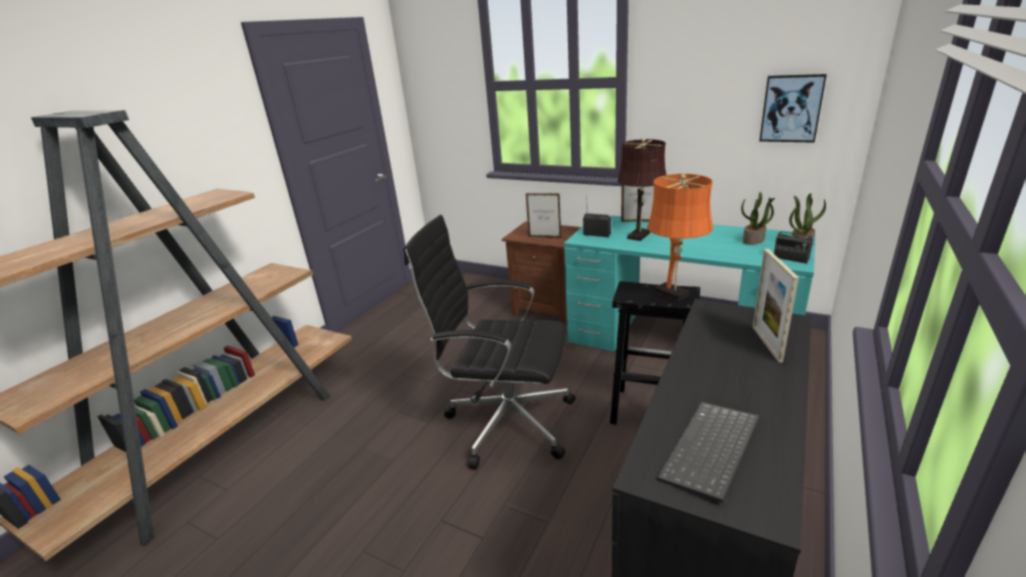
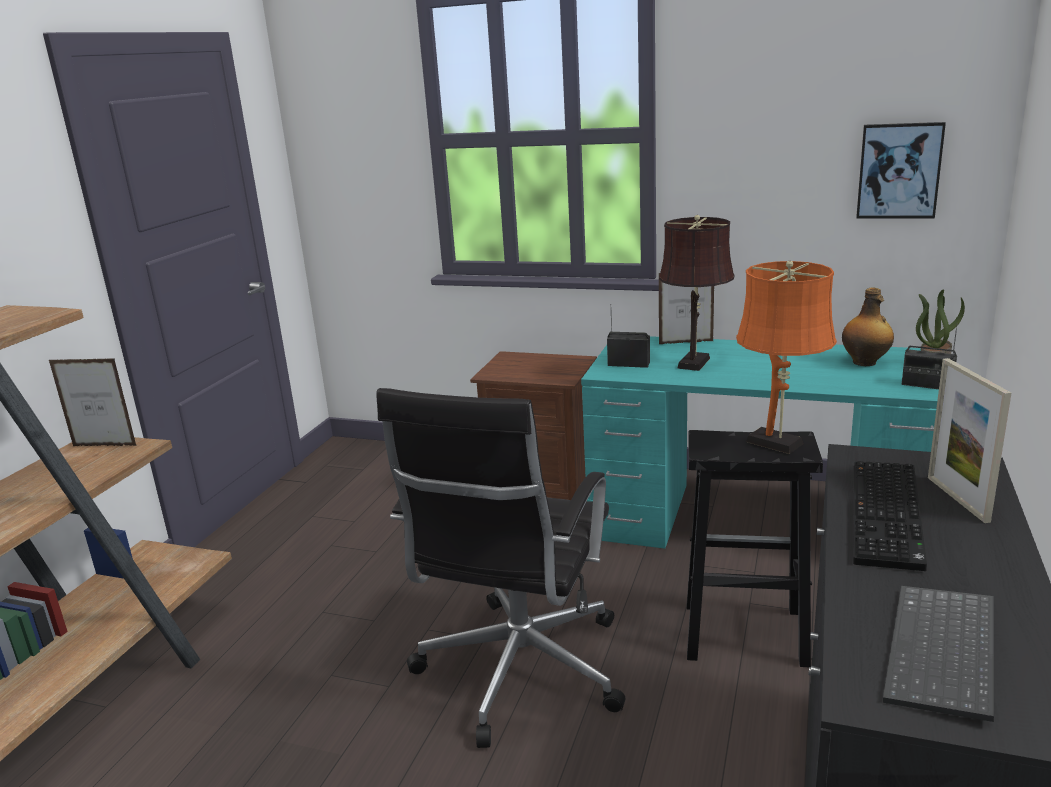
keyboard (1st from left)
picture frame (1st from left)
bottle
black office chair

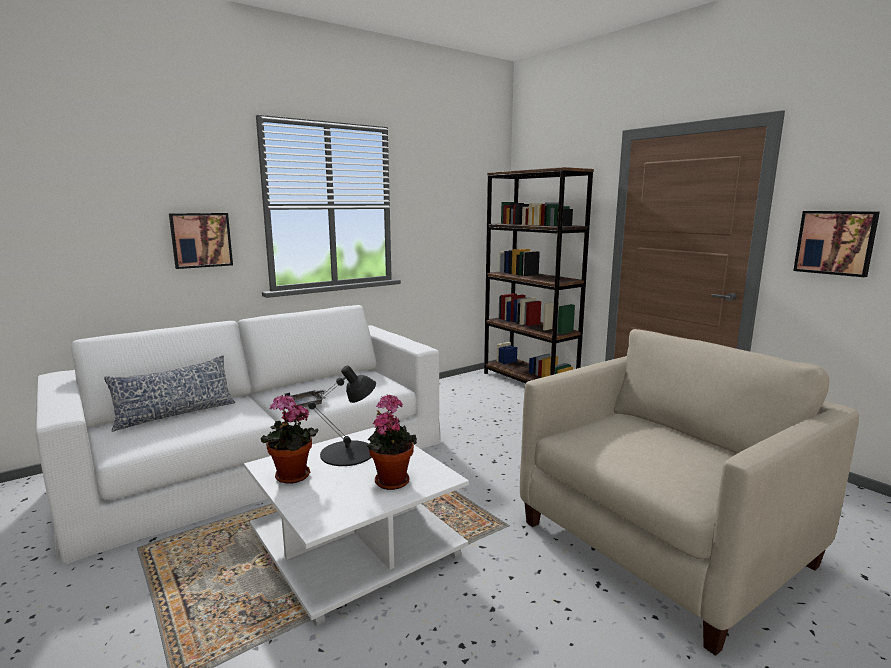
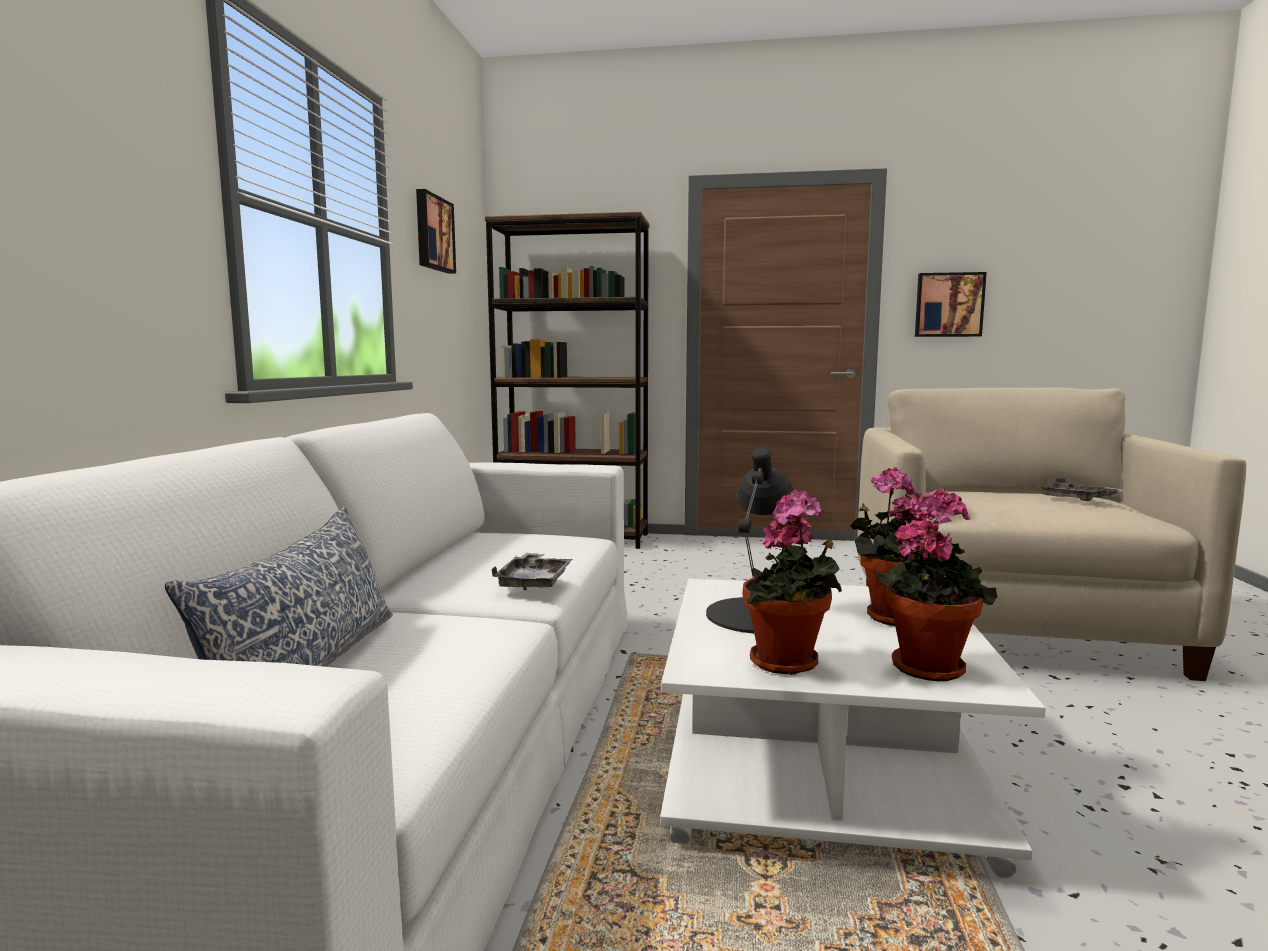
potted plant (3rd from left)
grey tray (2nd from left)
picture (1st from left)

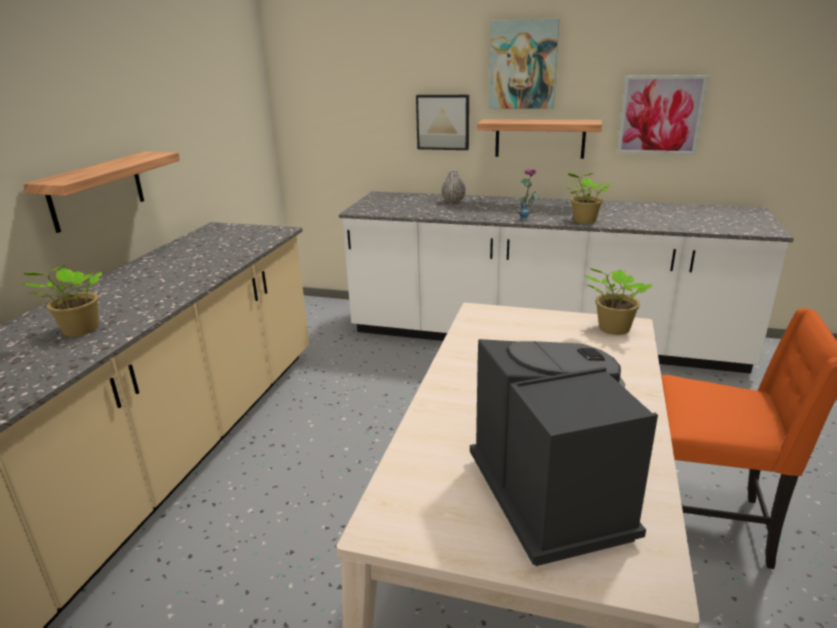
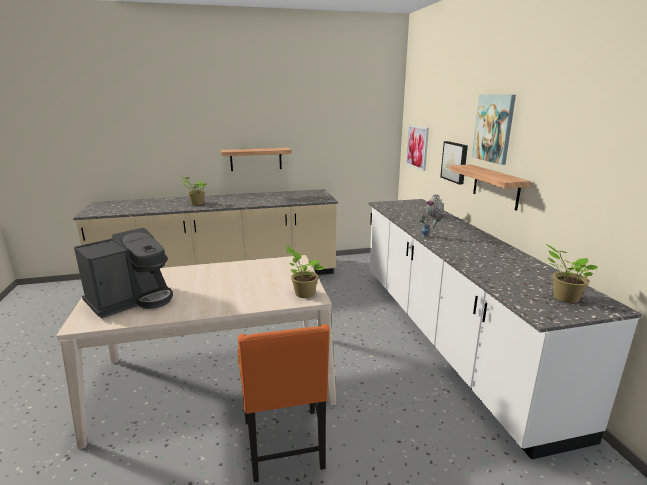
potted plant (3rd from left)
picture (1st from left)

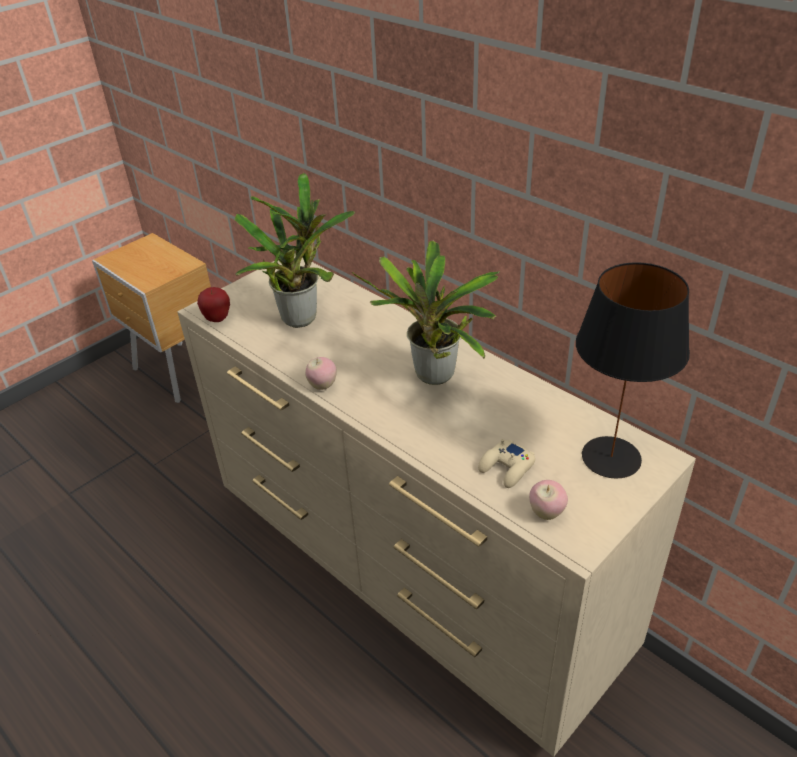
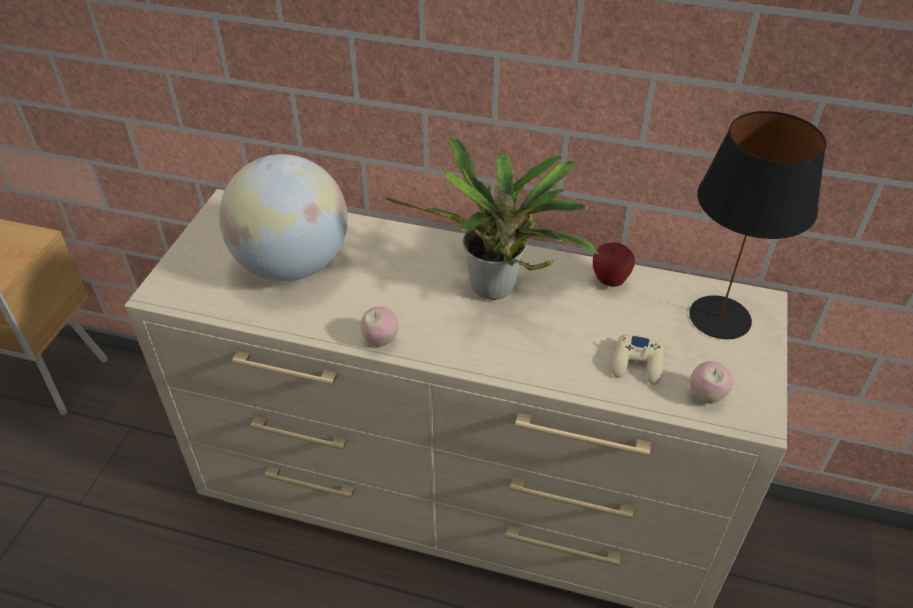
apple (2nd from left)
globe

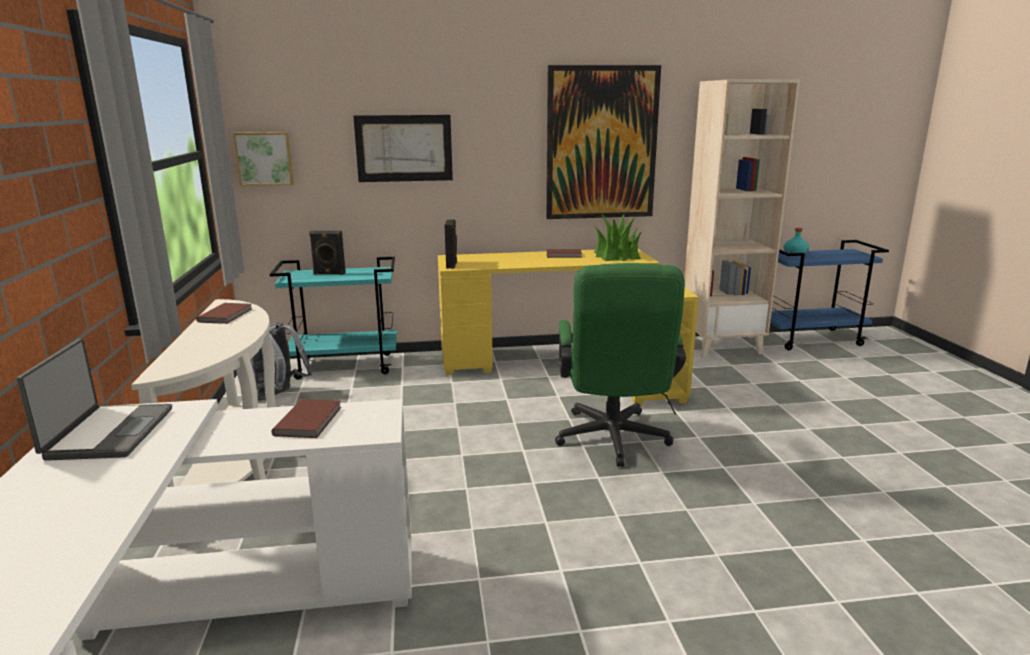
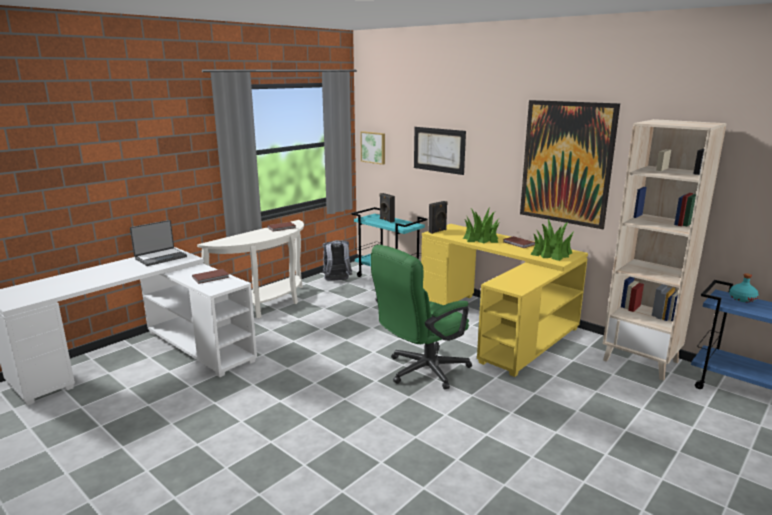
potted plant (1st from left)

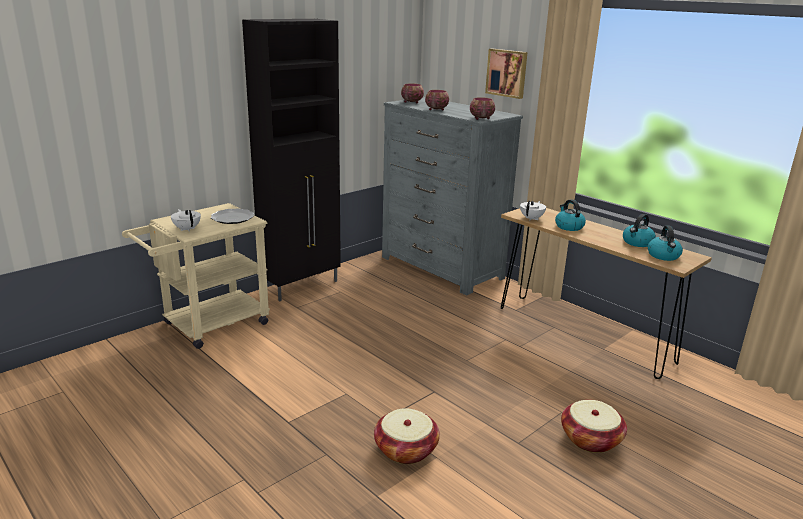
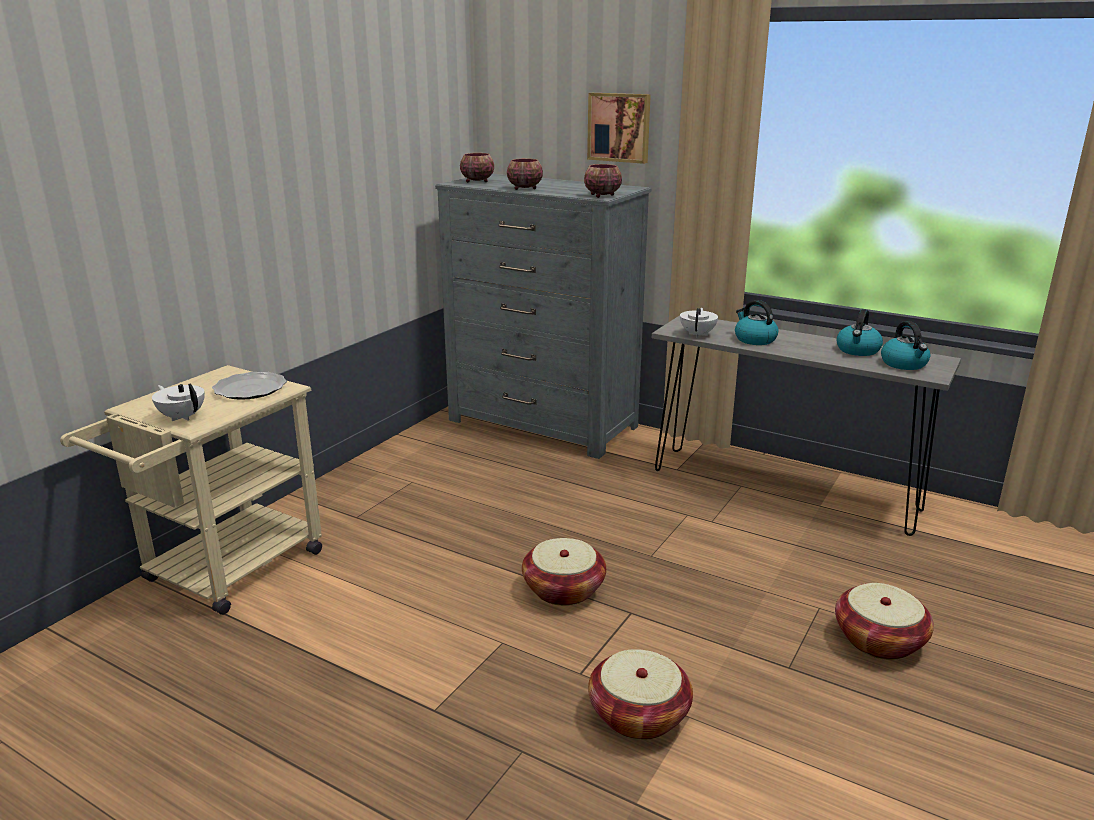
black cabinet
basket (1st from left)
grey console table

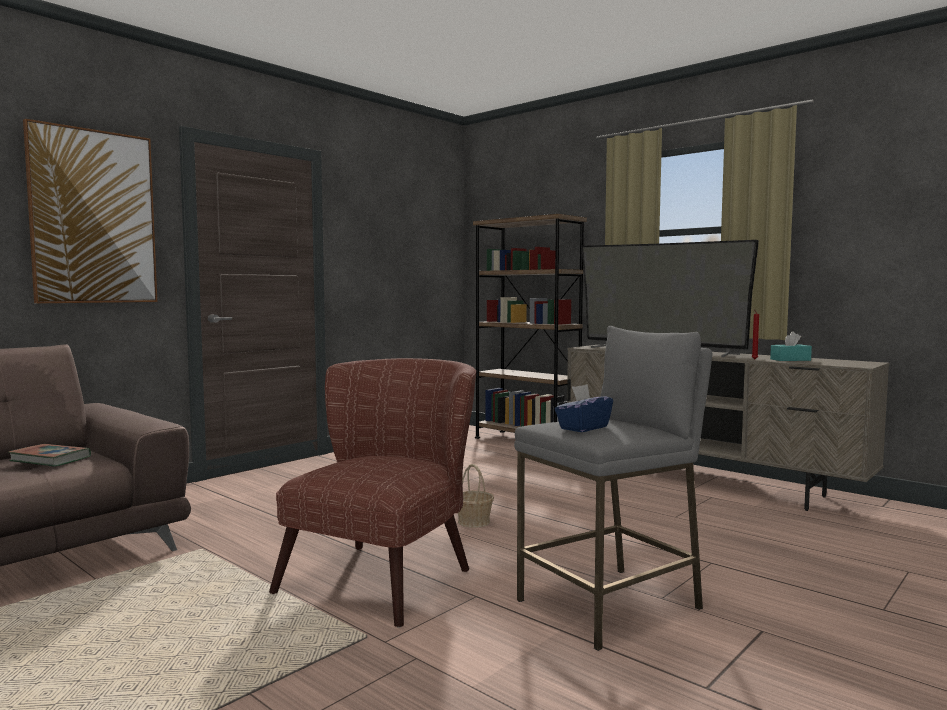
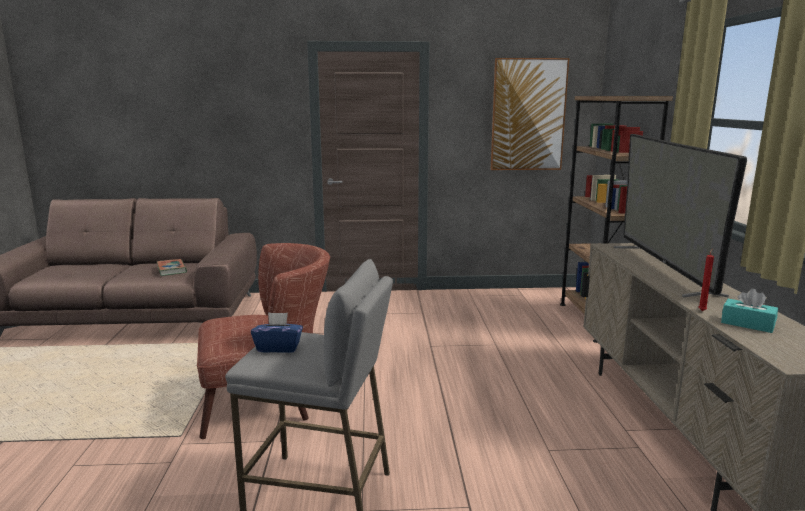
basket
picture

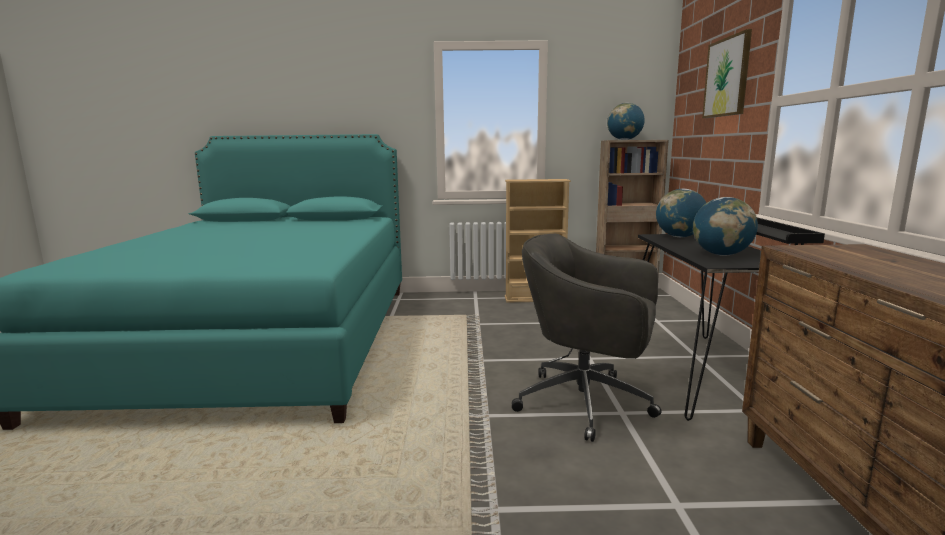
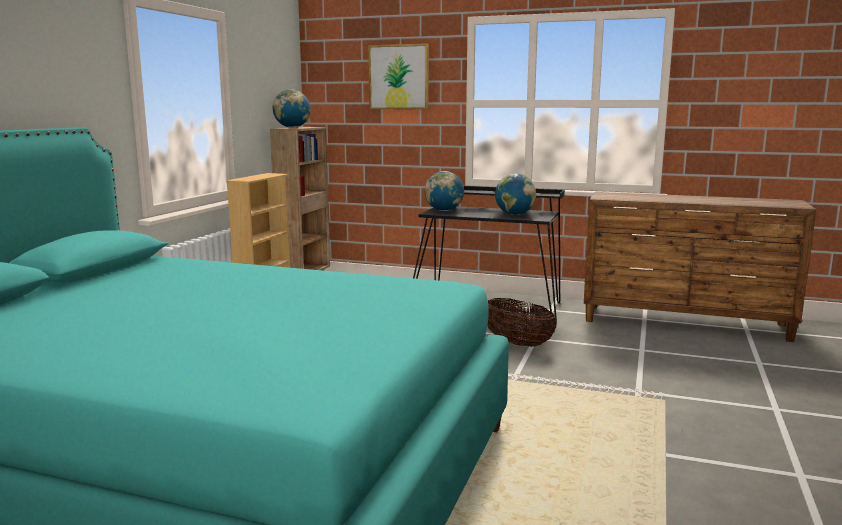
basket

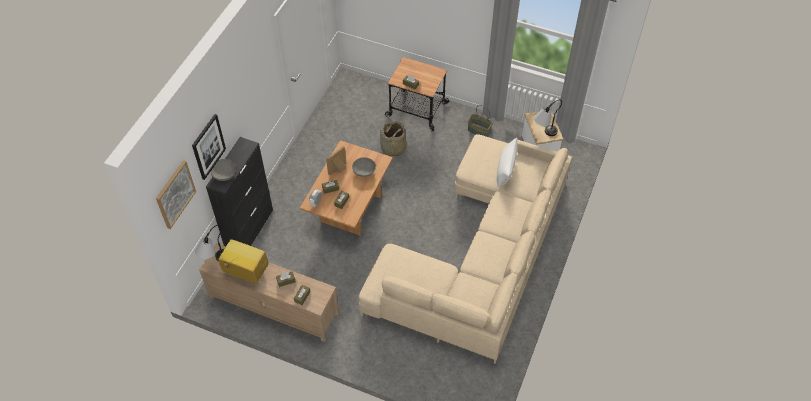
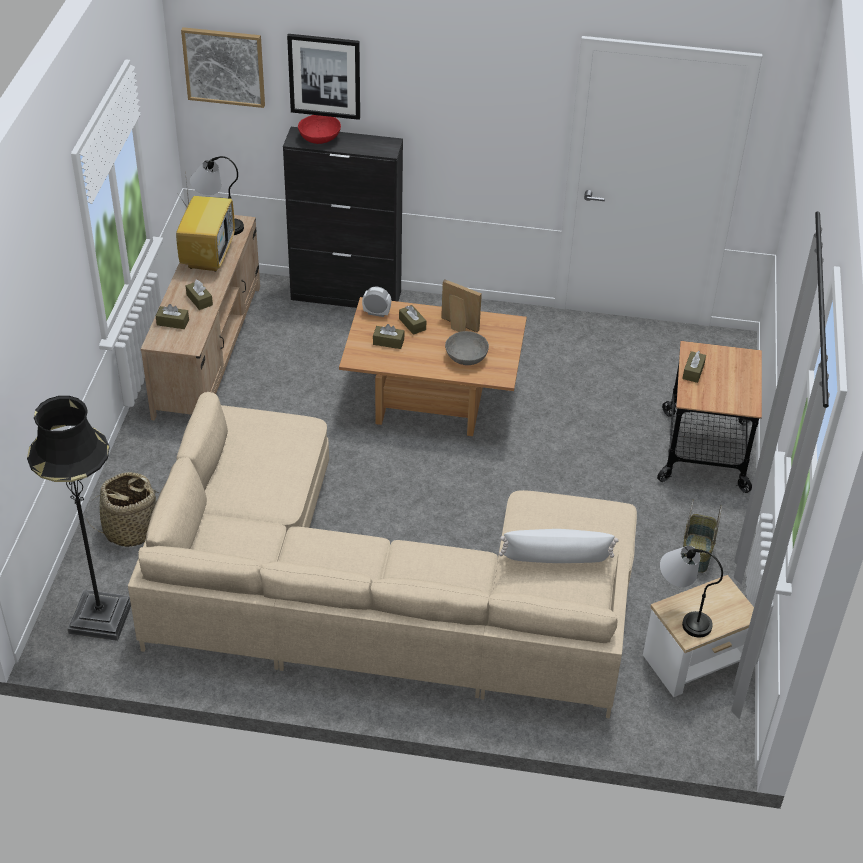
black floor lamp
basket (1st from left)
red bowl

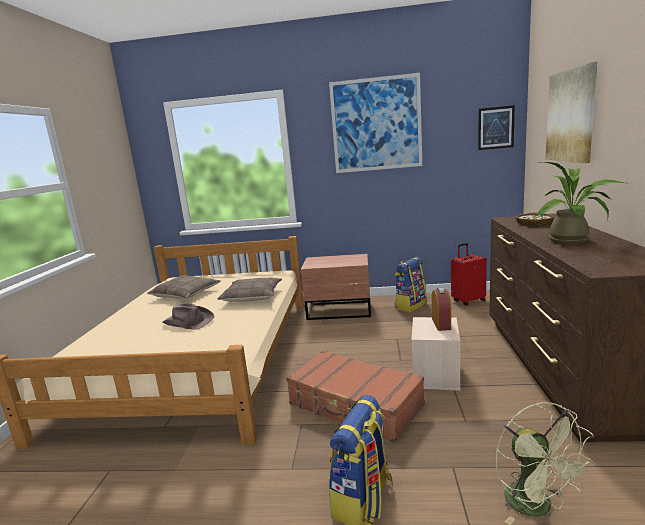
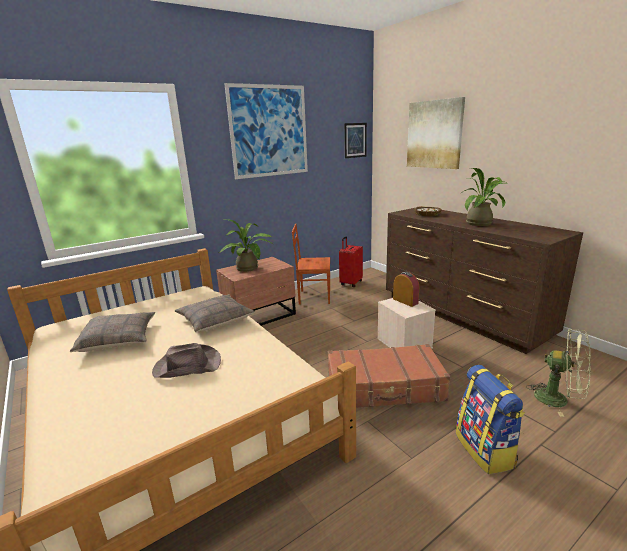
potted plant (1st from left)
brown chair

